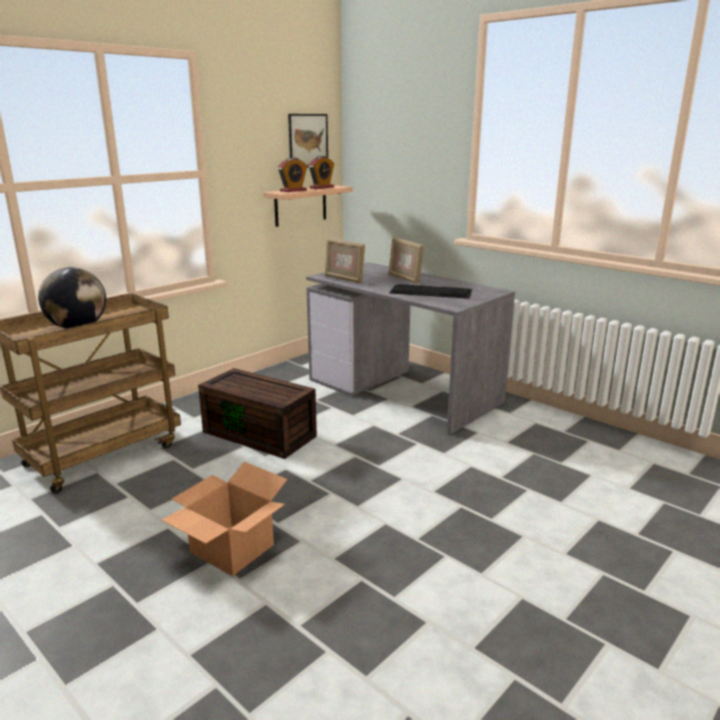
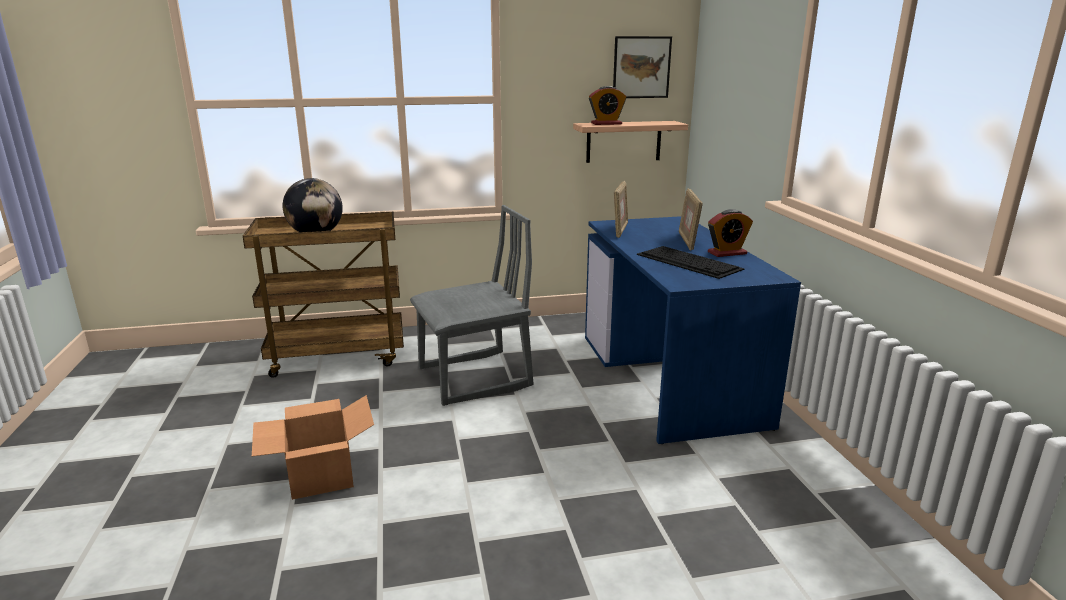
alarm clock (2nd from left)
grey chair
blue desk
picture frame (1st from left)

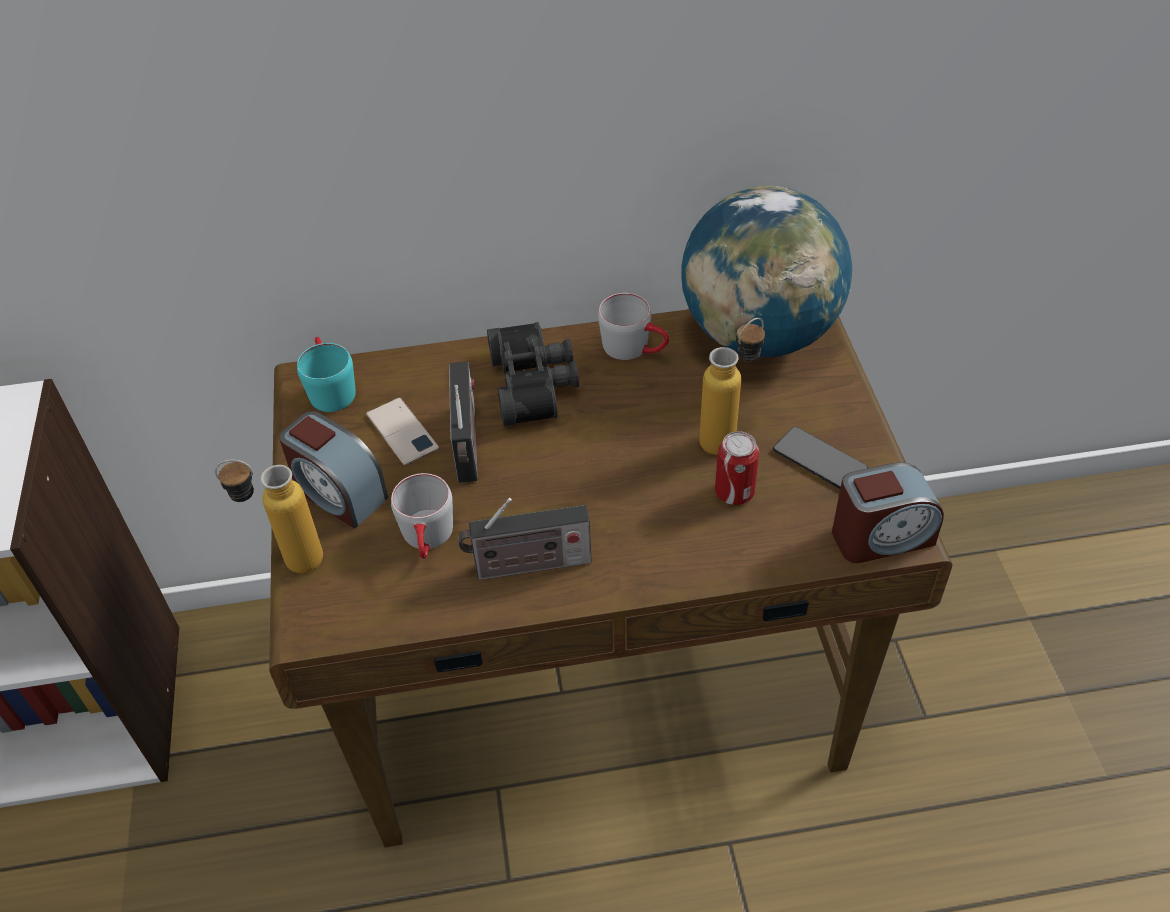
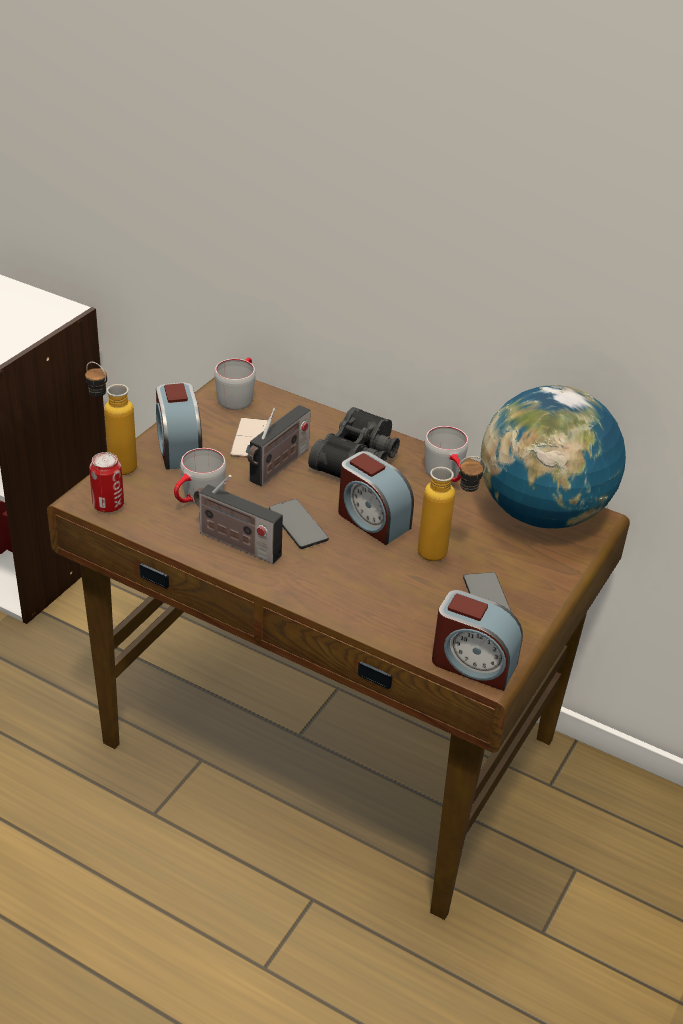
phone (2nd from left)
alarm clock (2nd from left)
can
grey mug (2nd from left)

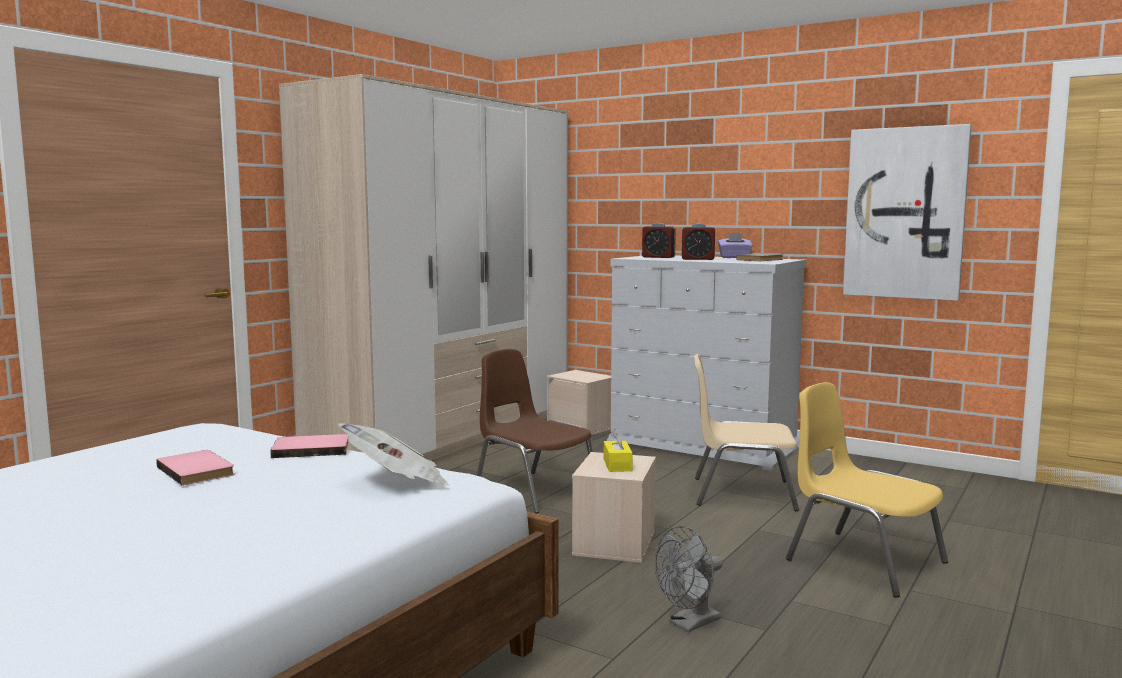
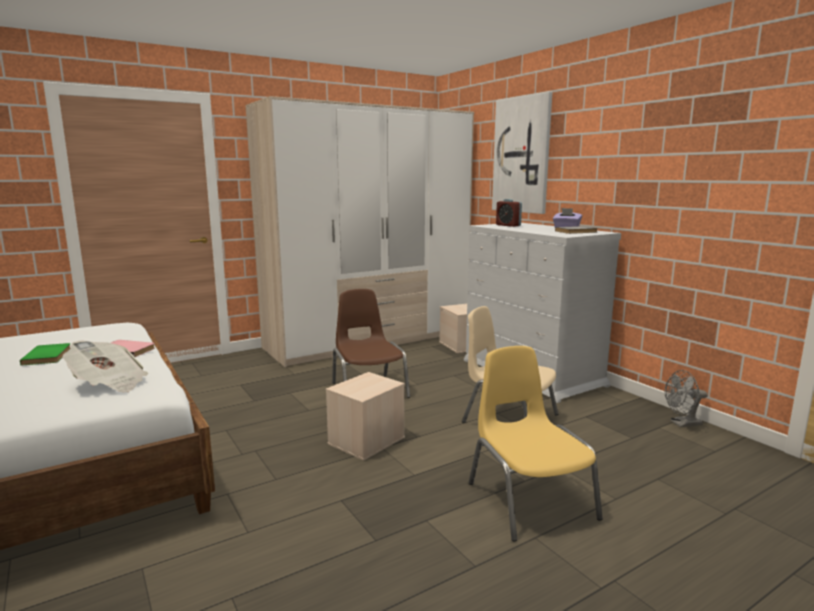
yellow tissue box
alarm clock (2nd from left in the first image)
grey fan
picture
green book

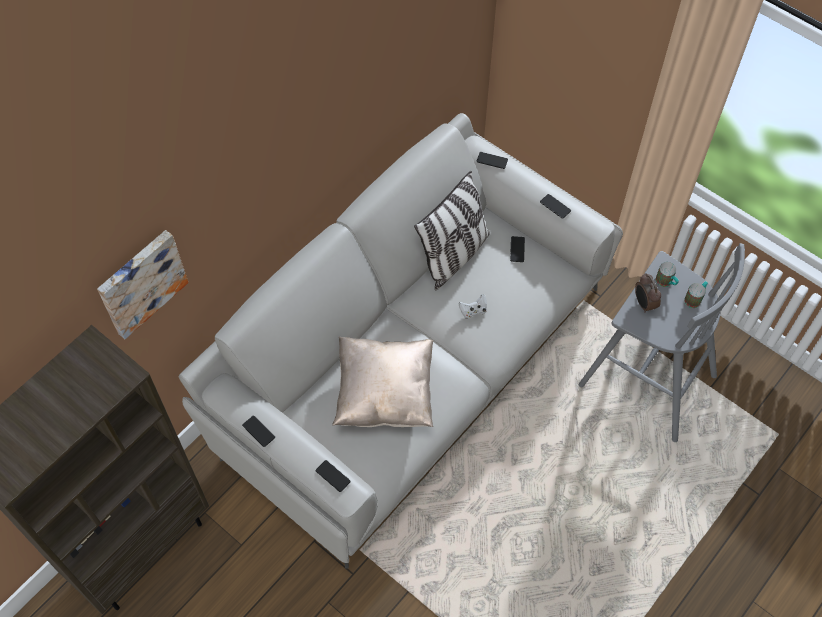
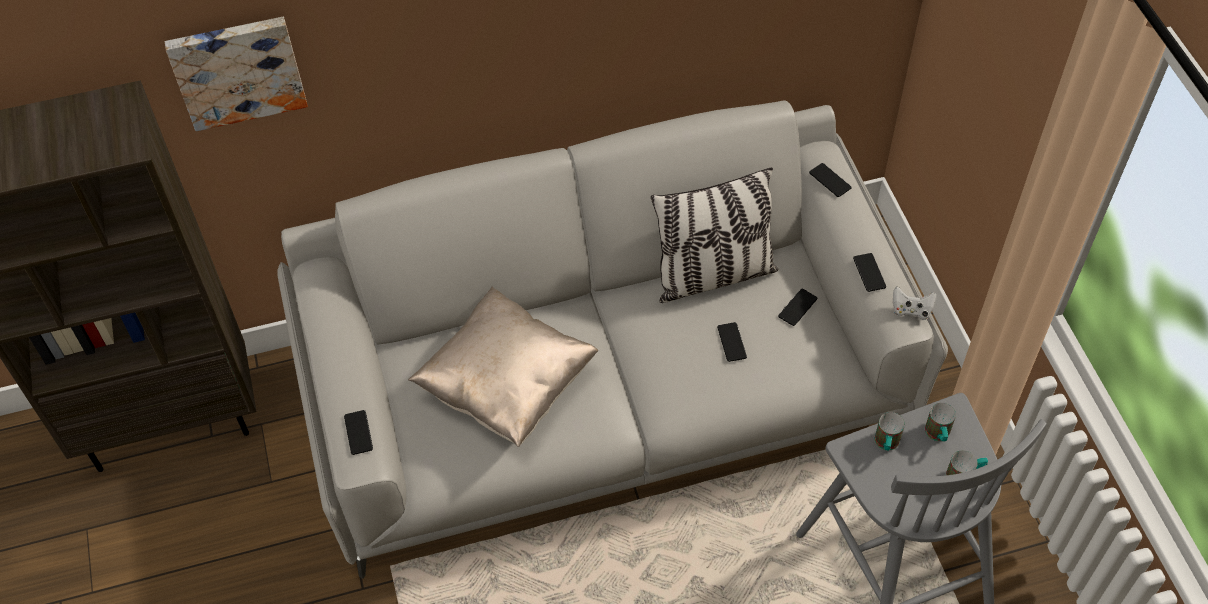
phone (2nd from left)
white game controller
mug (1st from left)

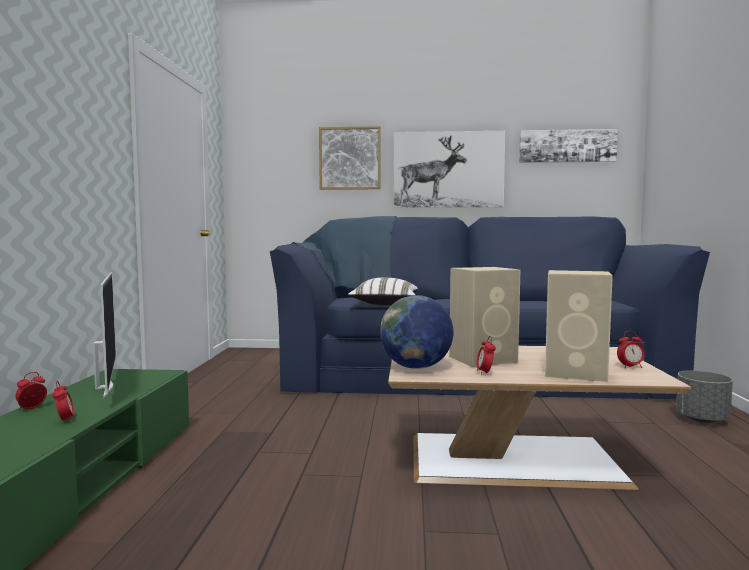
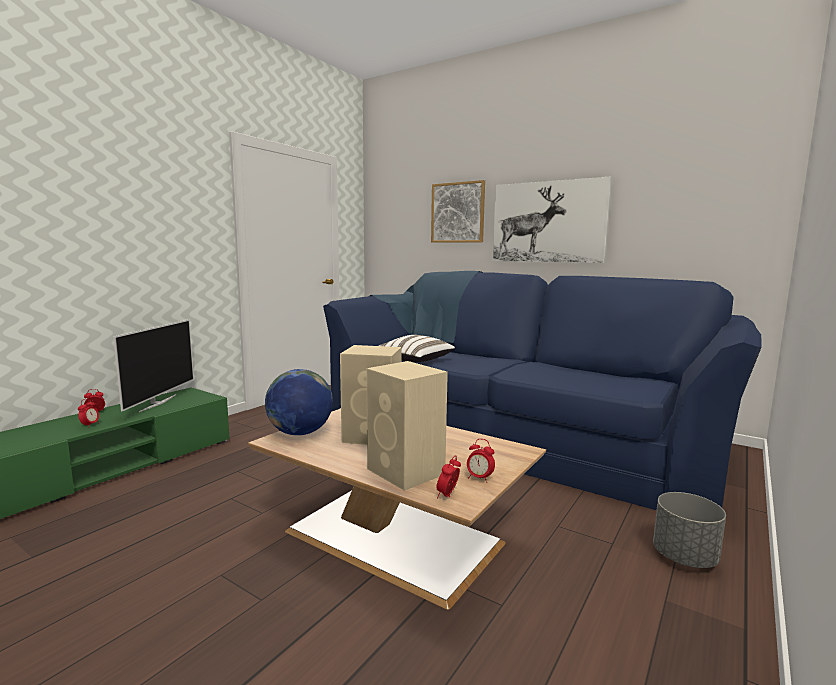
picture (3rd from left in the first image)
alarm clock (3rd from left)

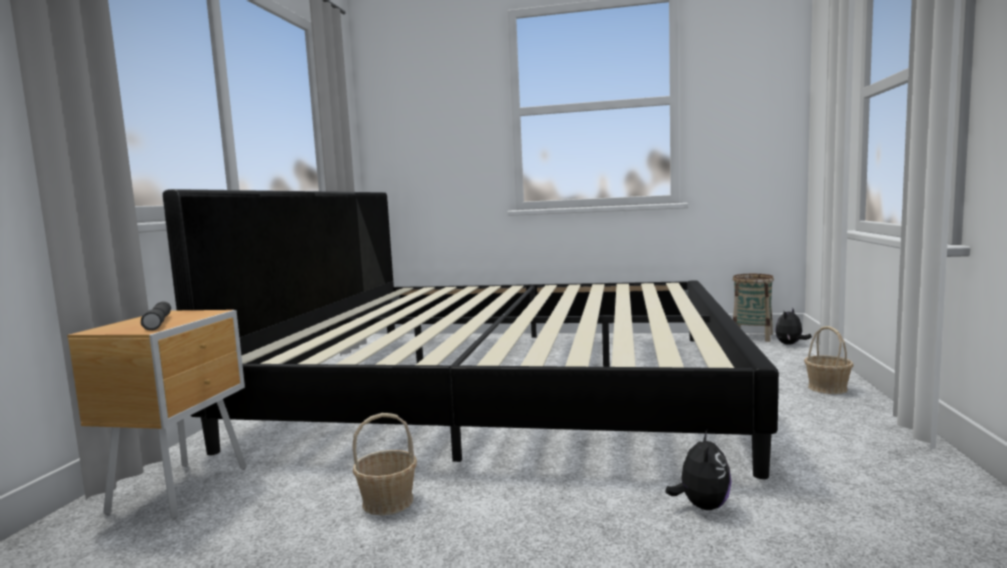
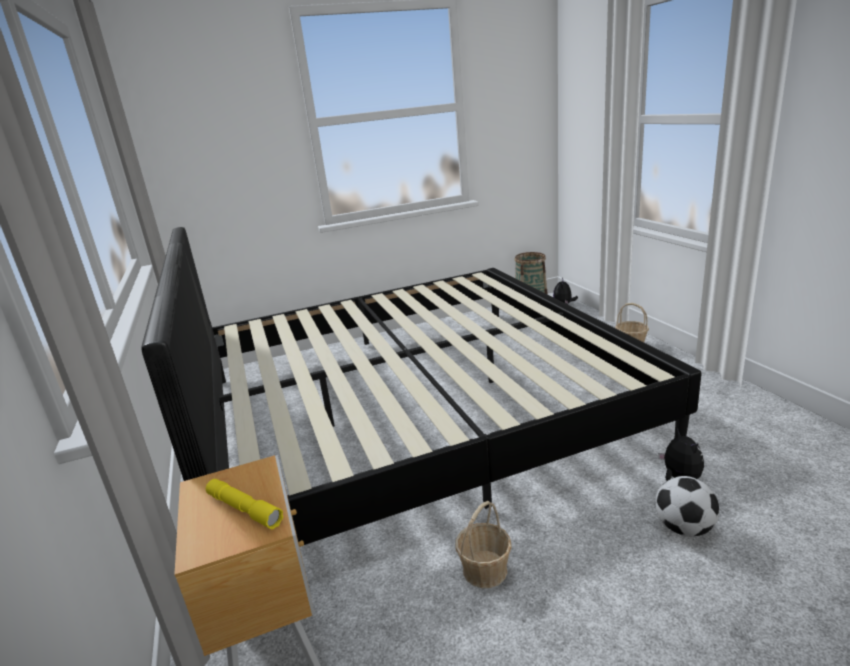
football
yellow flashlight

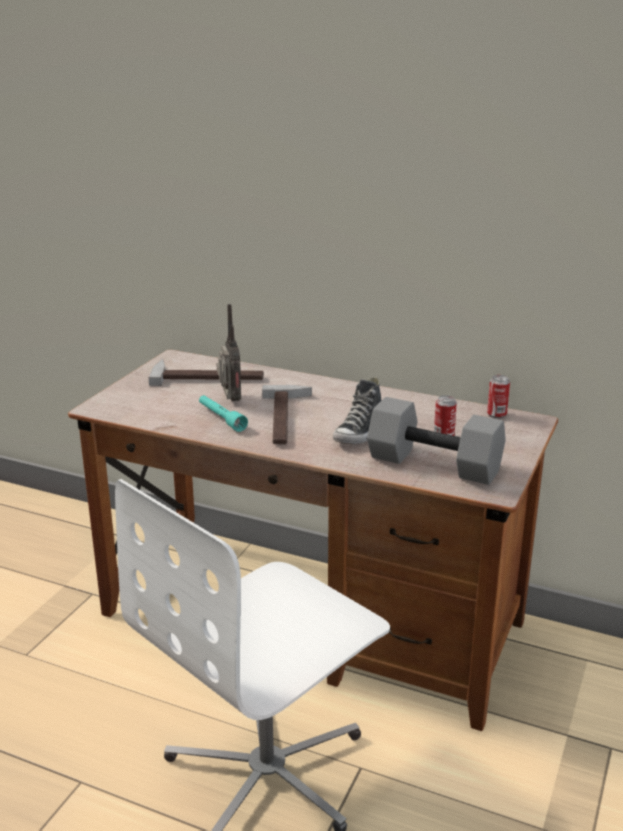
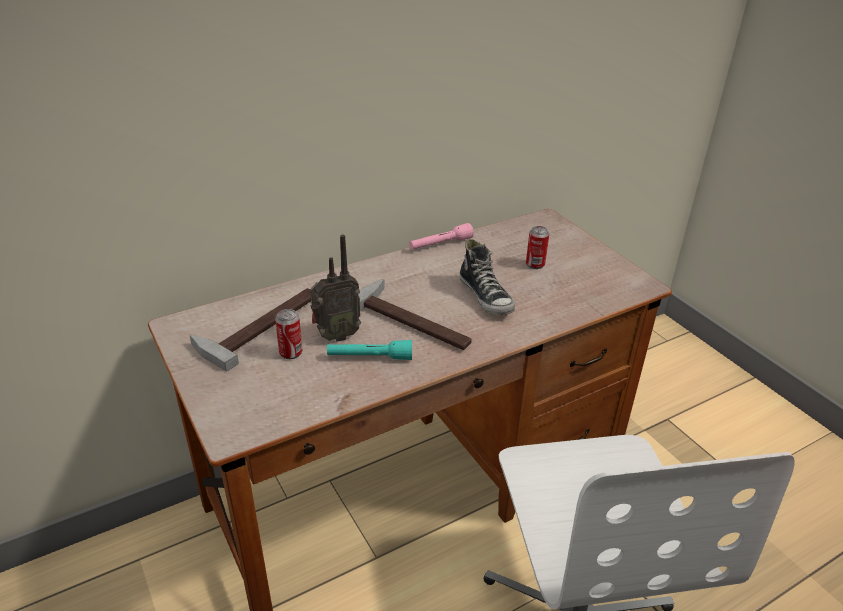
grey dumbbell
pink flashlight
can (1st from left)
radio

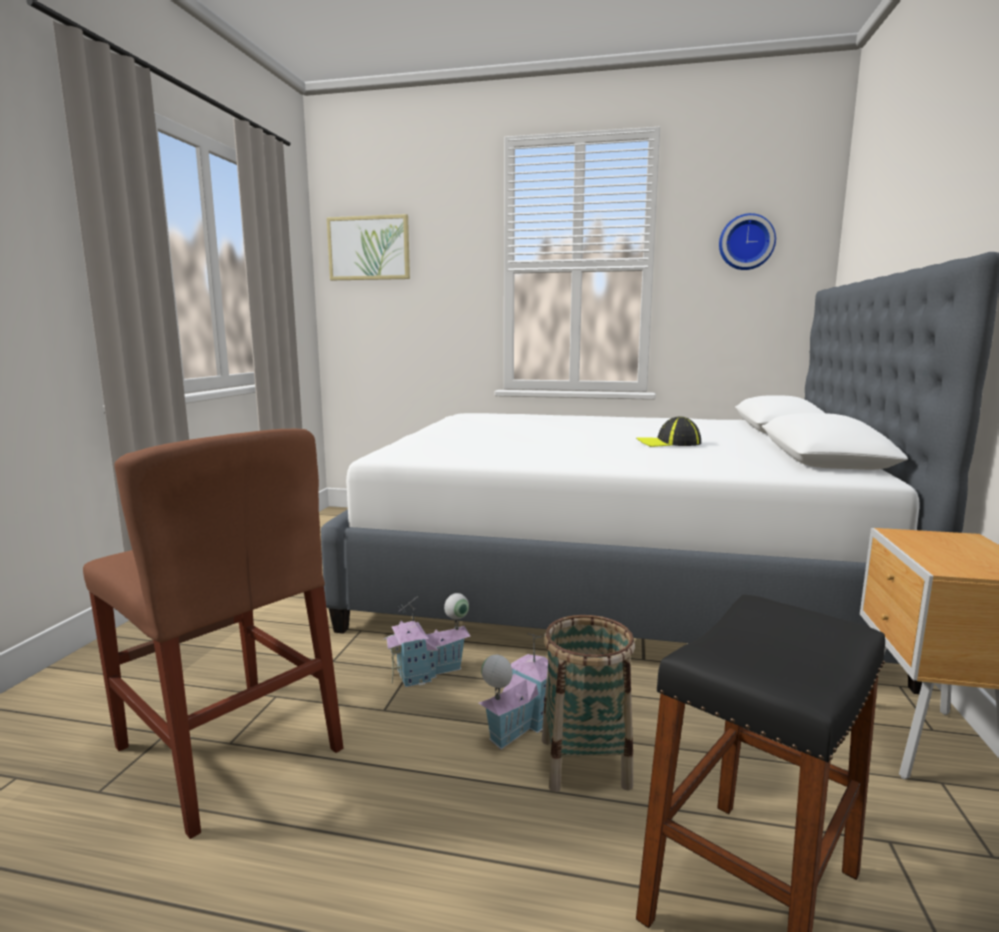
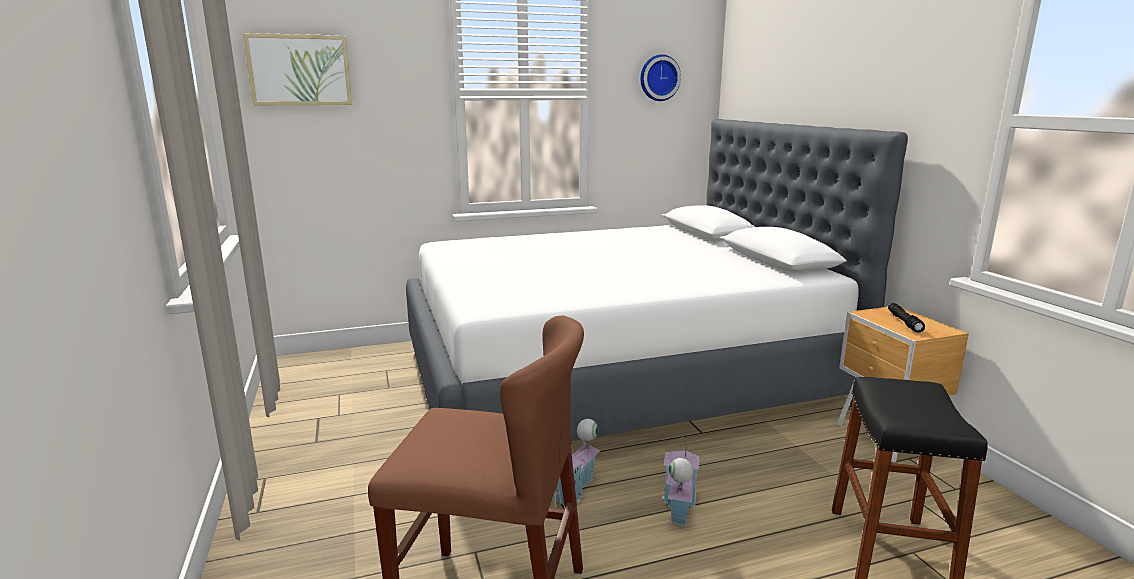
basket
cap
black flashlight

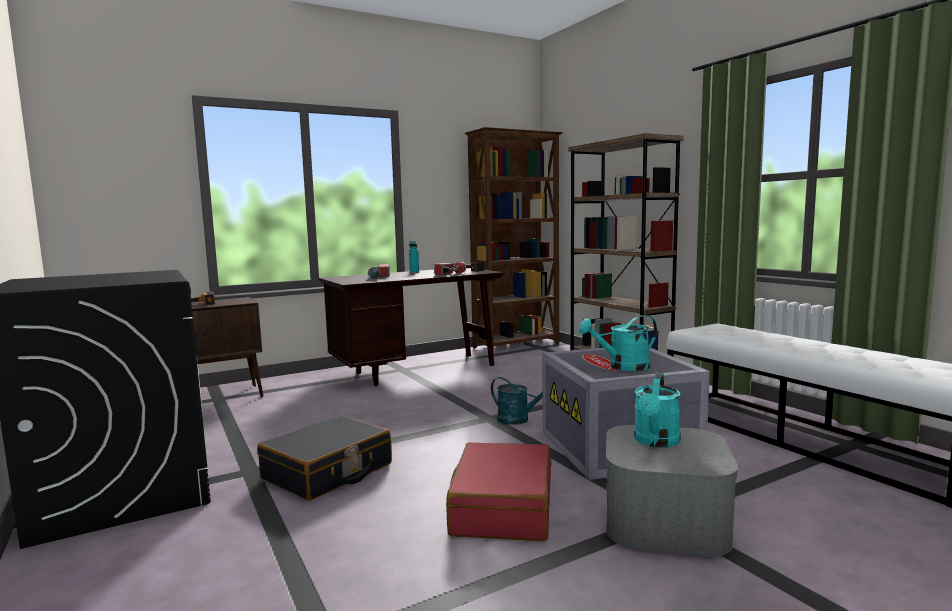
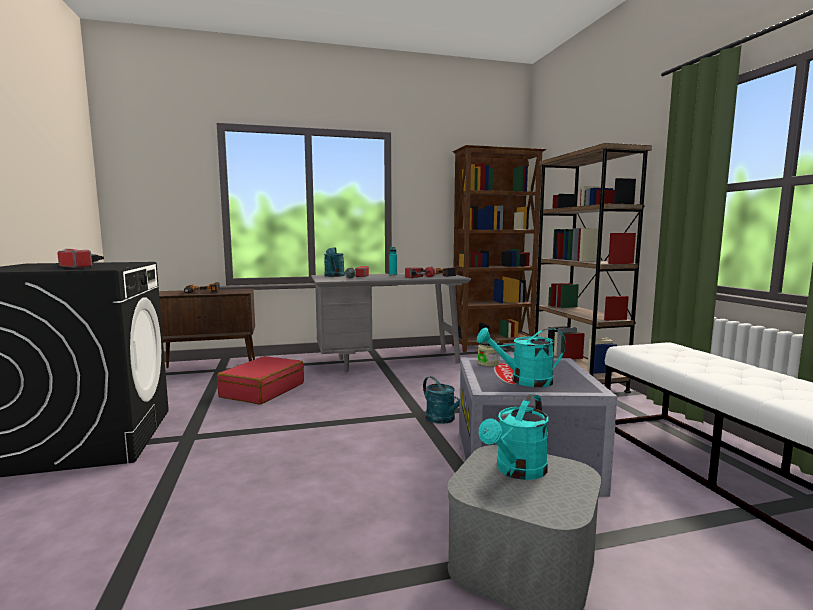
black suitcase
flashlight (1st from left)
turquoise watering can (1st from left)
jar
red suitcase
grey desk

